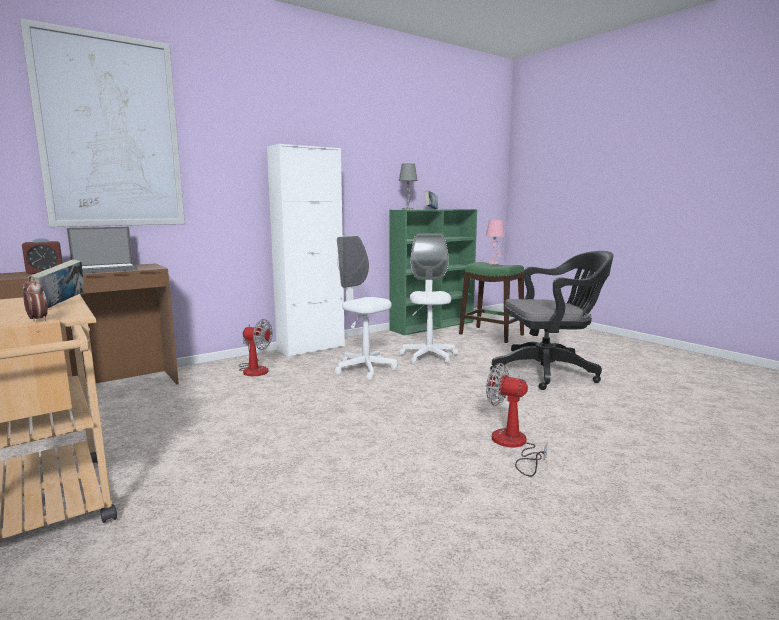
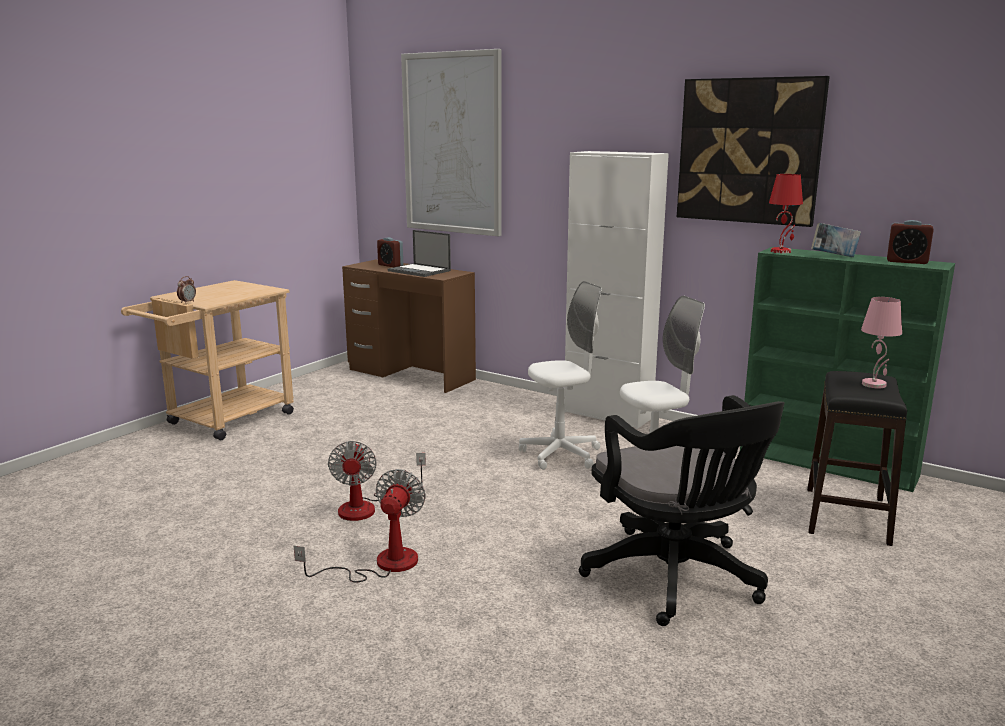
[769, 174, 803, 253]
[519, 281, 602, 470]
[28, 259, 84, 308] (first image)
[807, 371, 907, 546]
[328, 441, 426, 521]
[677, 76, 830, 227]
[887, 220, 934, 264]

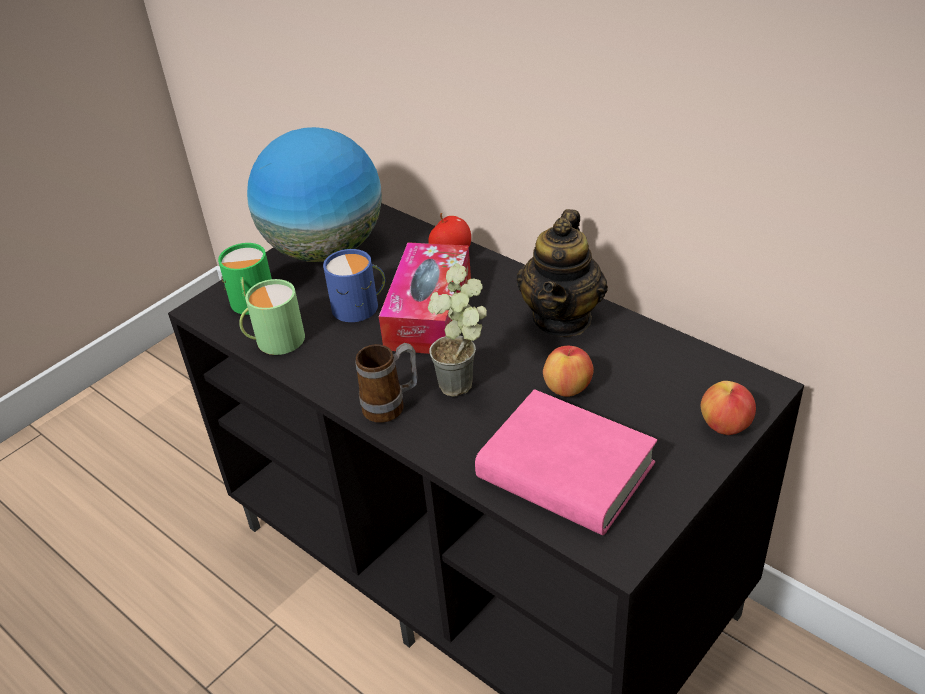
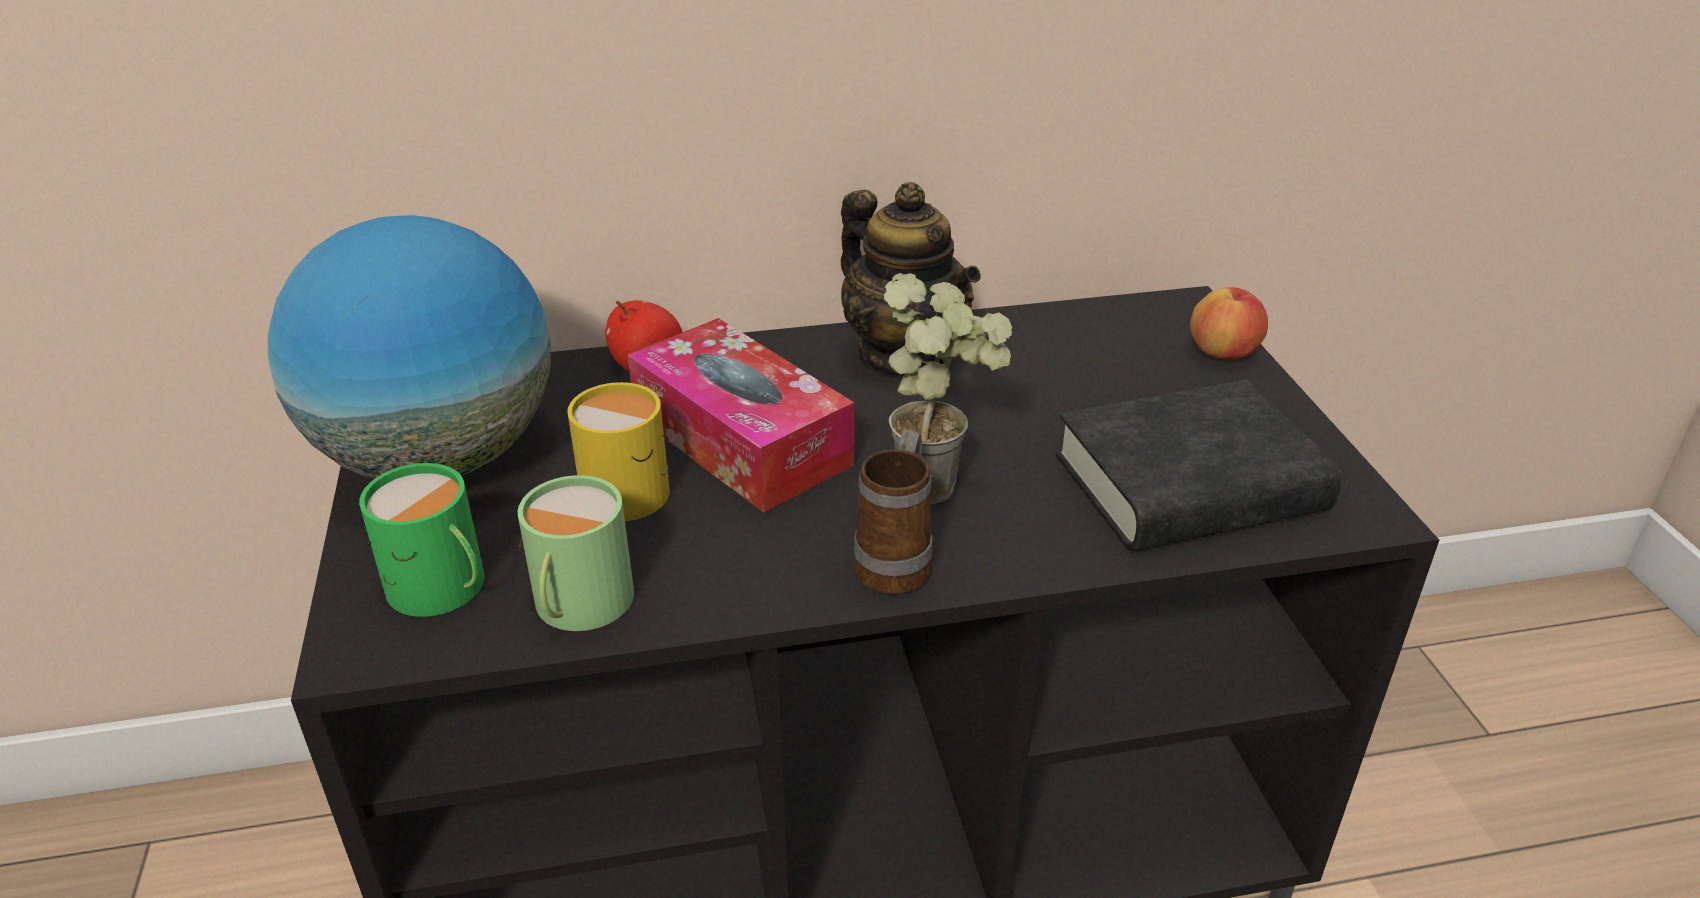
[567, 382, 670, 521]
[543, 346, 594, 397] (first image)
[1056, 380, 1342, 552]

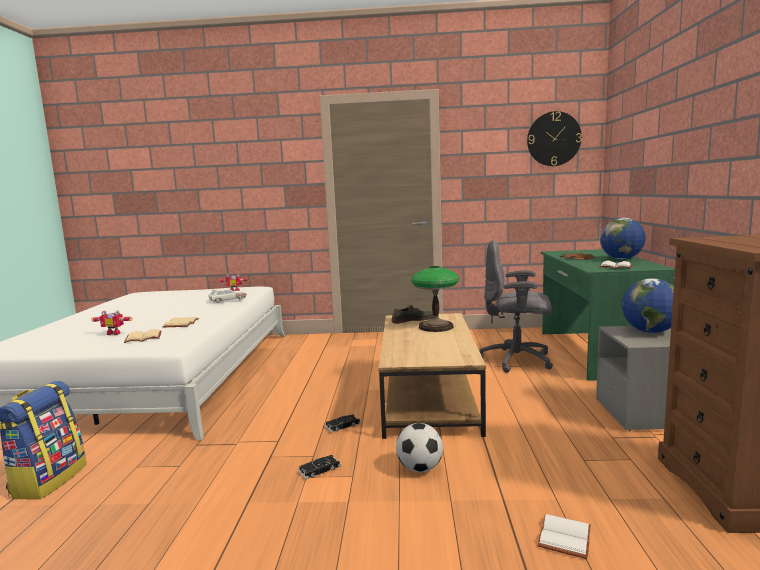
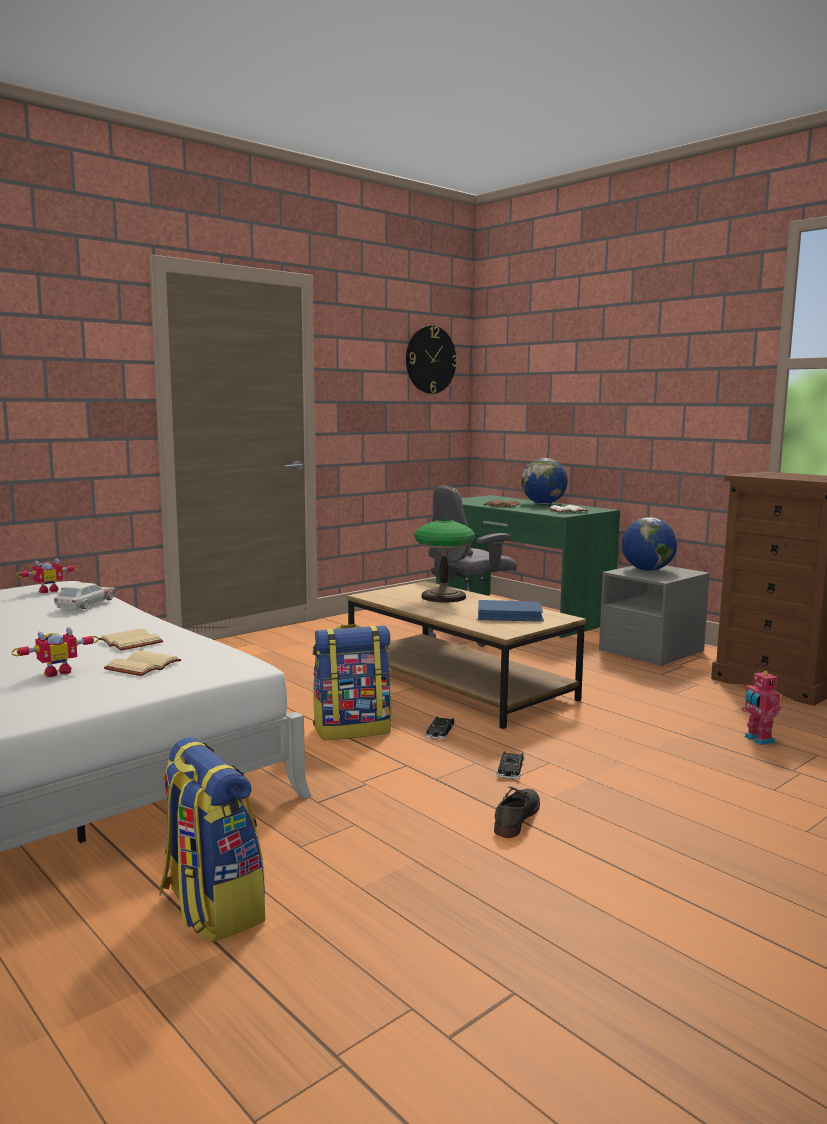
[494, 787, 540, 838]
[396, 423, 443, 472] (first image)
[742, 670, 781, 745]
[478, 600, 544, 622]
[313, 624, 391, 740]

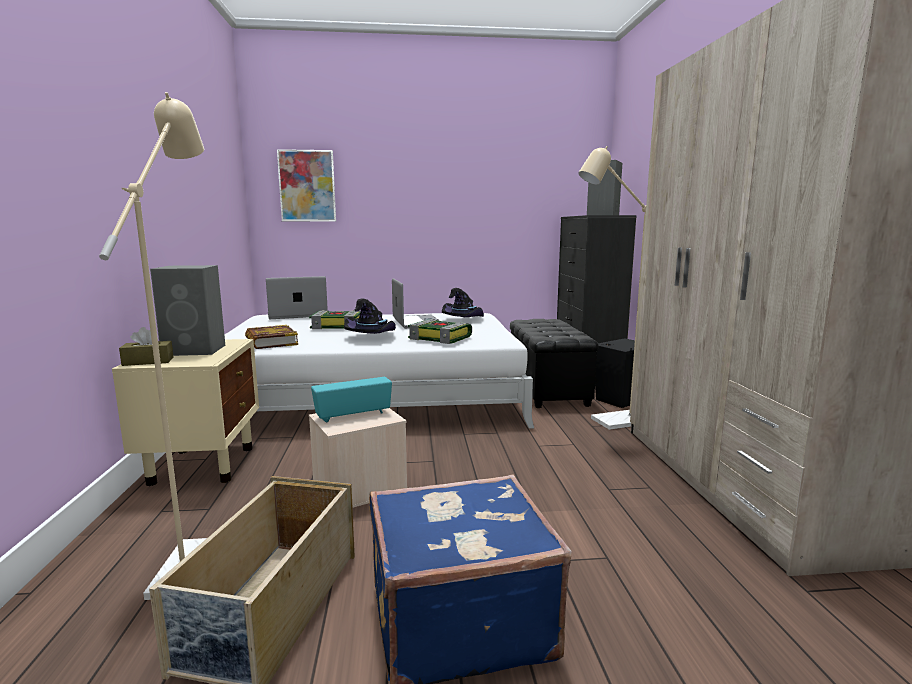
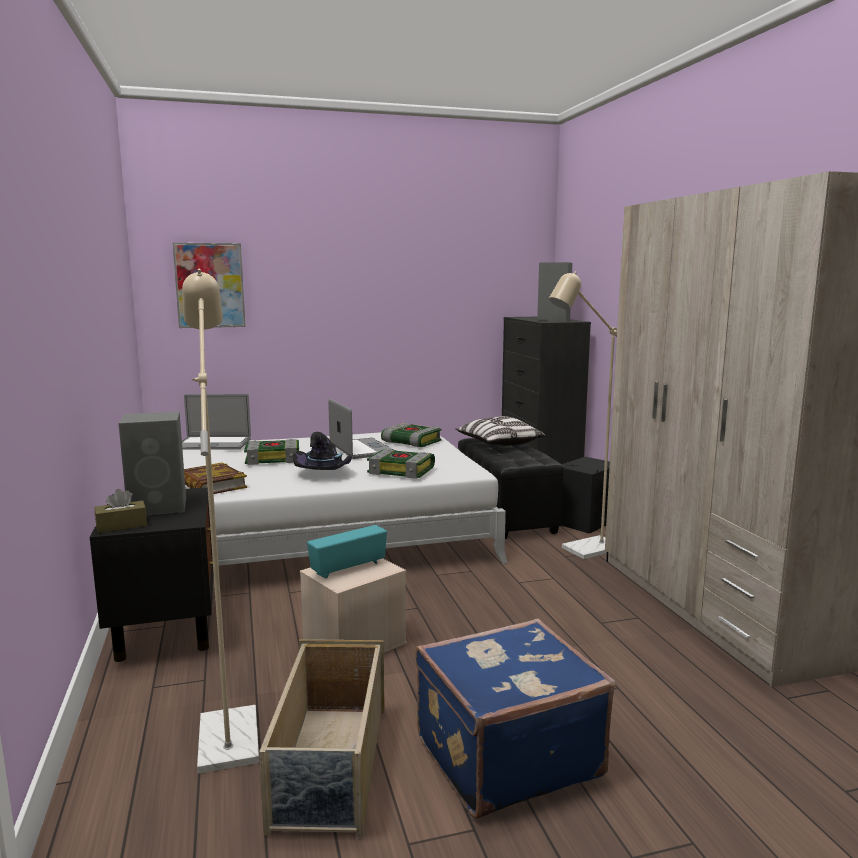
[182, 394, 251, 450]
[381, 423, 441, 447]
[90, 487, 214, 662]
[455, 416, 546, 446]

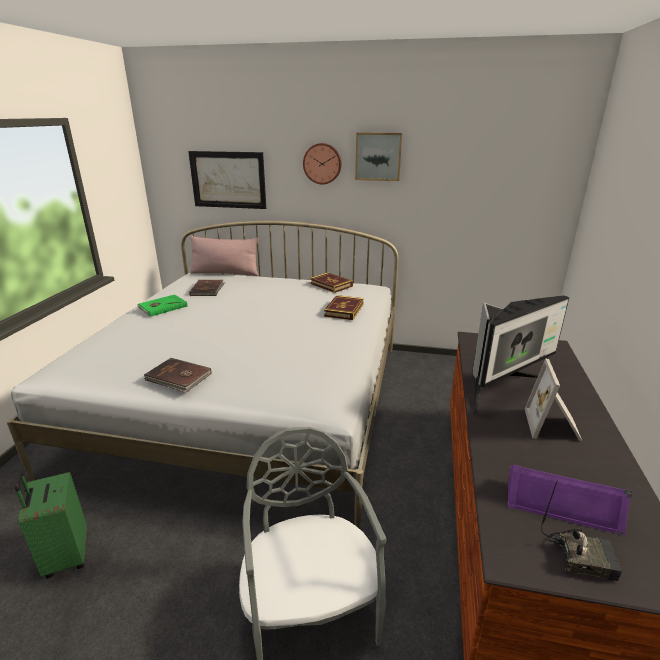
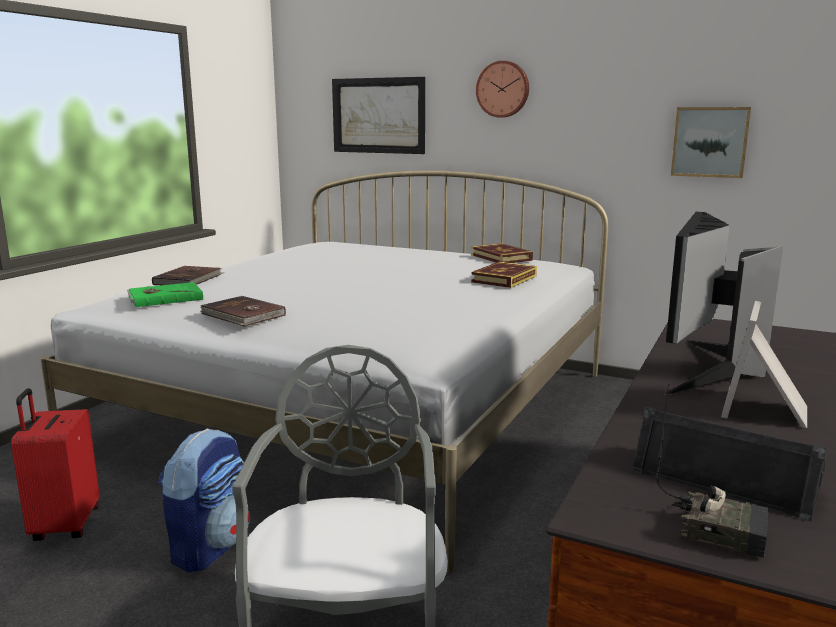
[671, 107, 751, 178]
[190, 236, 259, 276] (first image)
[152, 266, 224, 285]
[127, 282, 203, 307]
[665, 212, 783, 395]
[631, 407, 827, 522]
[11, 388, 99, 541]
[158, 428, 250, 573]

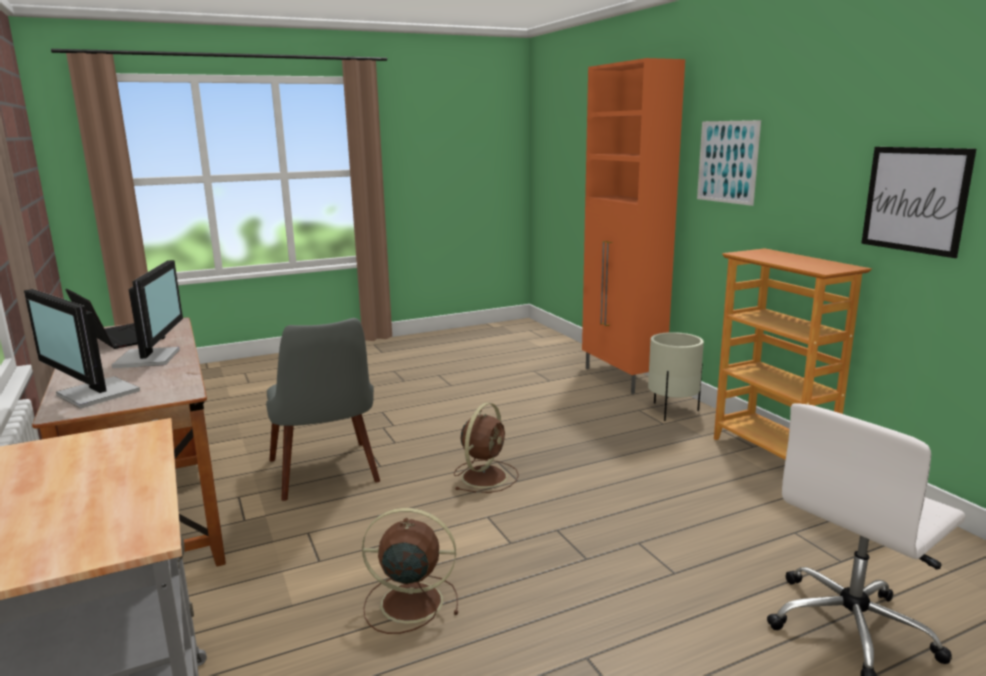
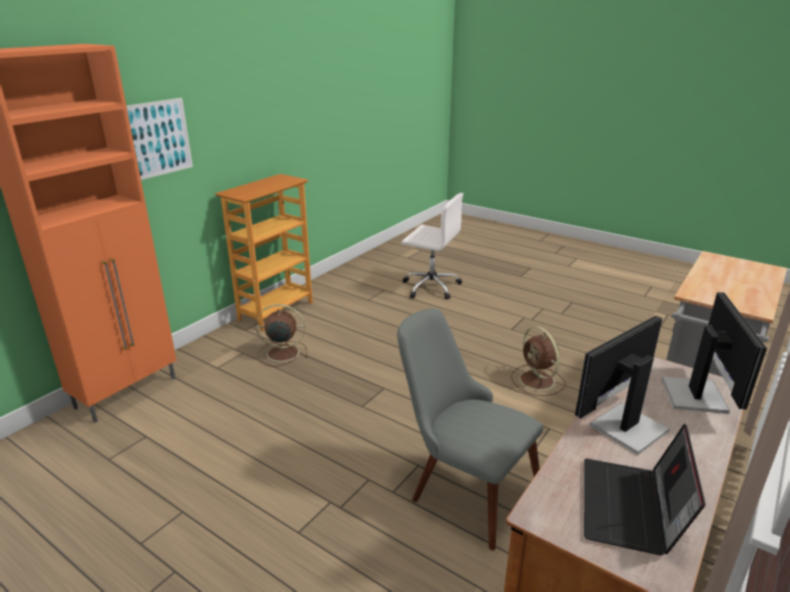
[861, 147, 976, 258] (first image)
[397, 308, 543, 551]
[648, 332, 704, 421] (first image)
[255, 304, 307, 367]

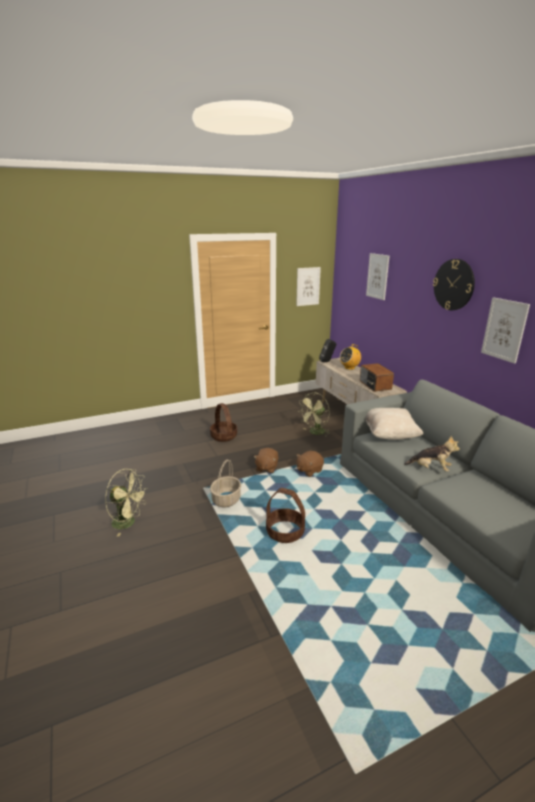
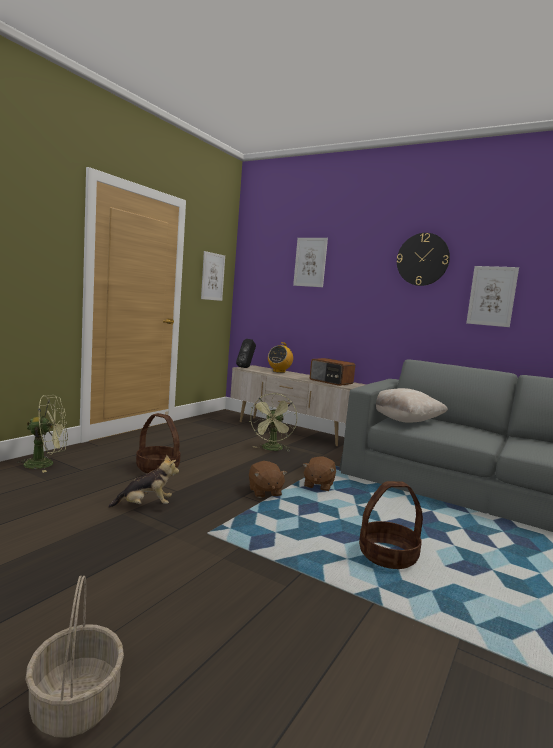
[108, 455, 179, 508]
[25, 575, 124, 738]
[17, 395, 68, 473]

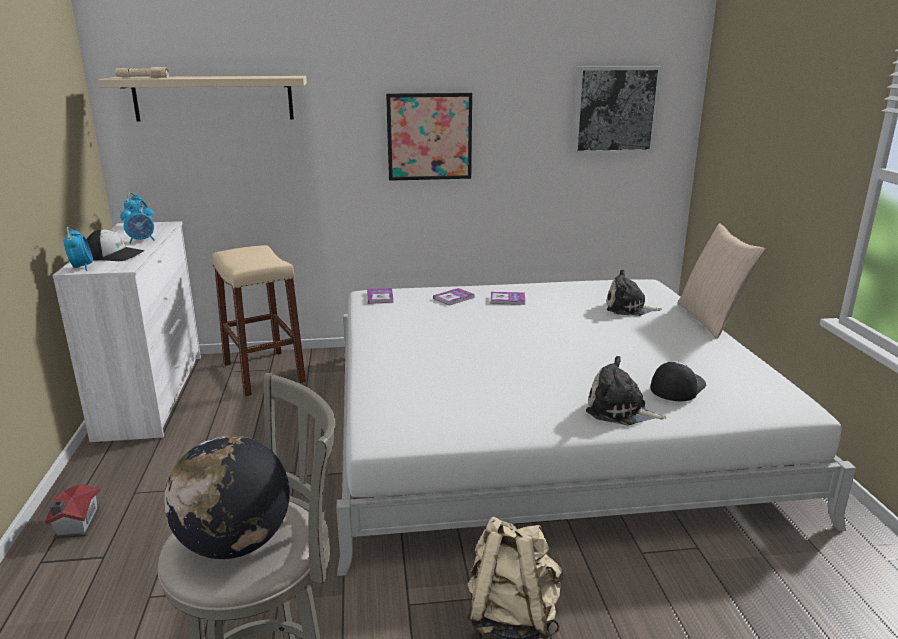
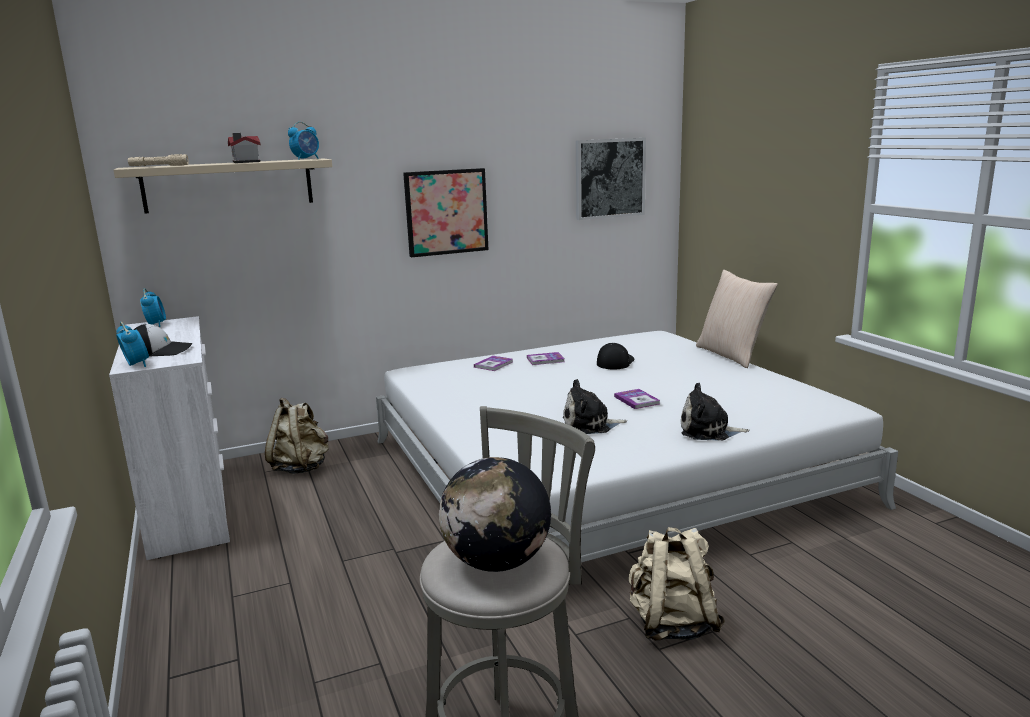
[288, 122, 319, 160]
[265, 398, 329, 474]
[563, 379, 627, 434]
[614, 389, 660, 409]
[597, 342, 635, 369]
[228, 133, 261, 163]

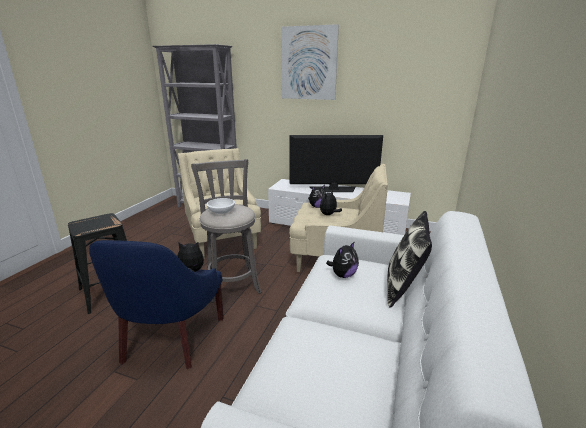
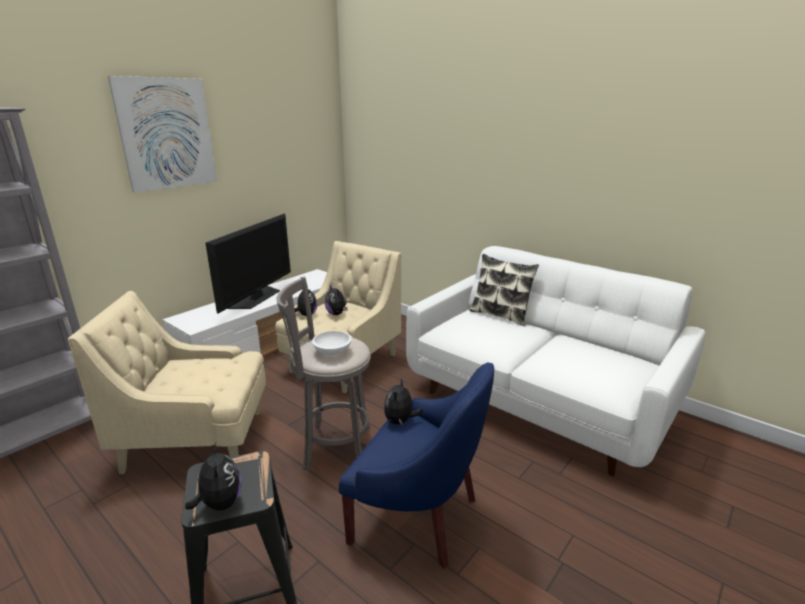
[185, 443, 241, 511]

